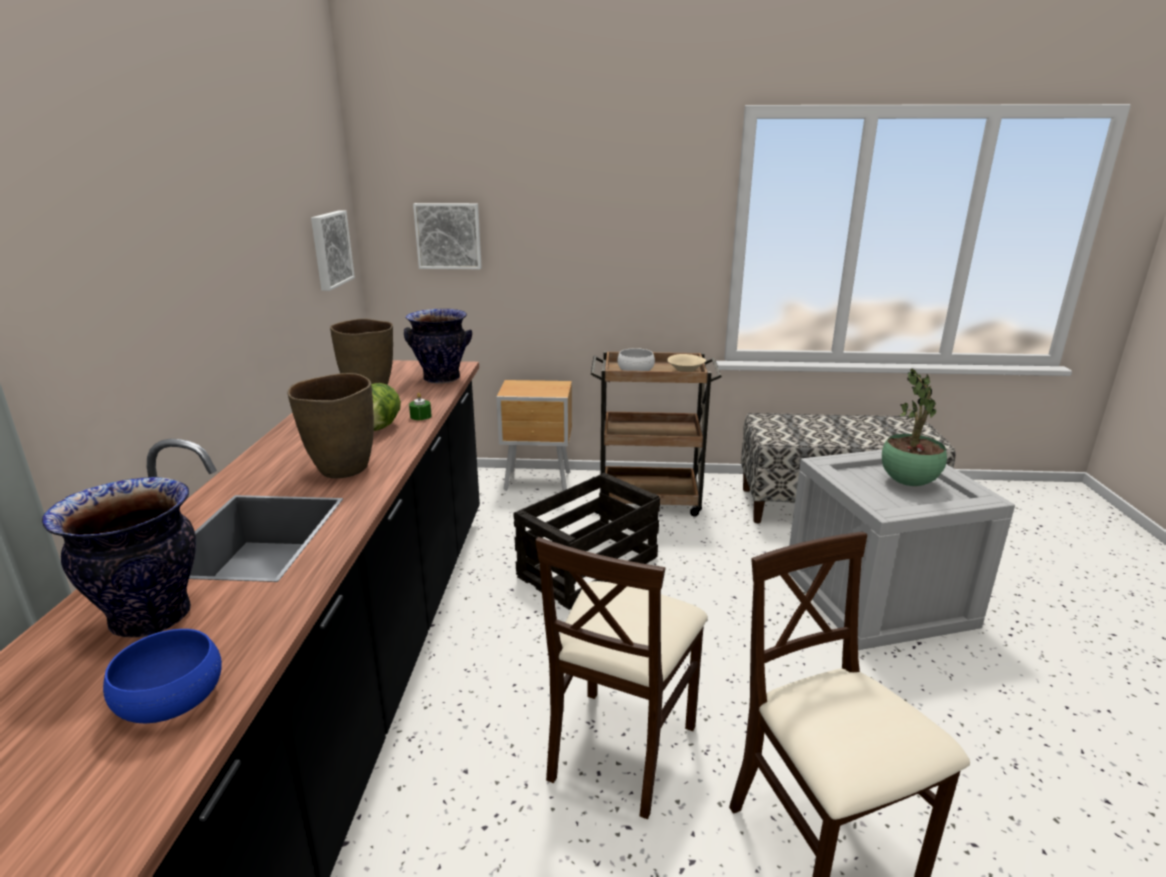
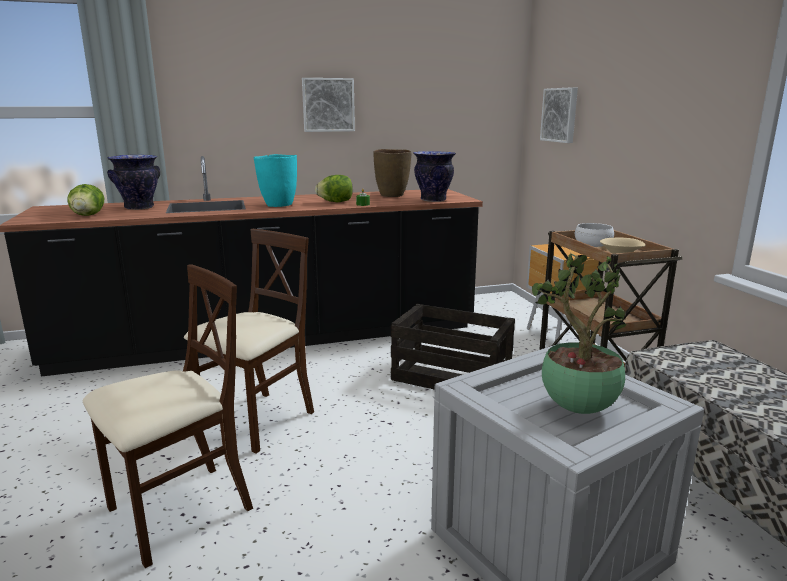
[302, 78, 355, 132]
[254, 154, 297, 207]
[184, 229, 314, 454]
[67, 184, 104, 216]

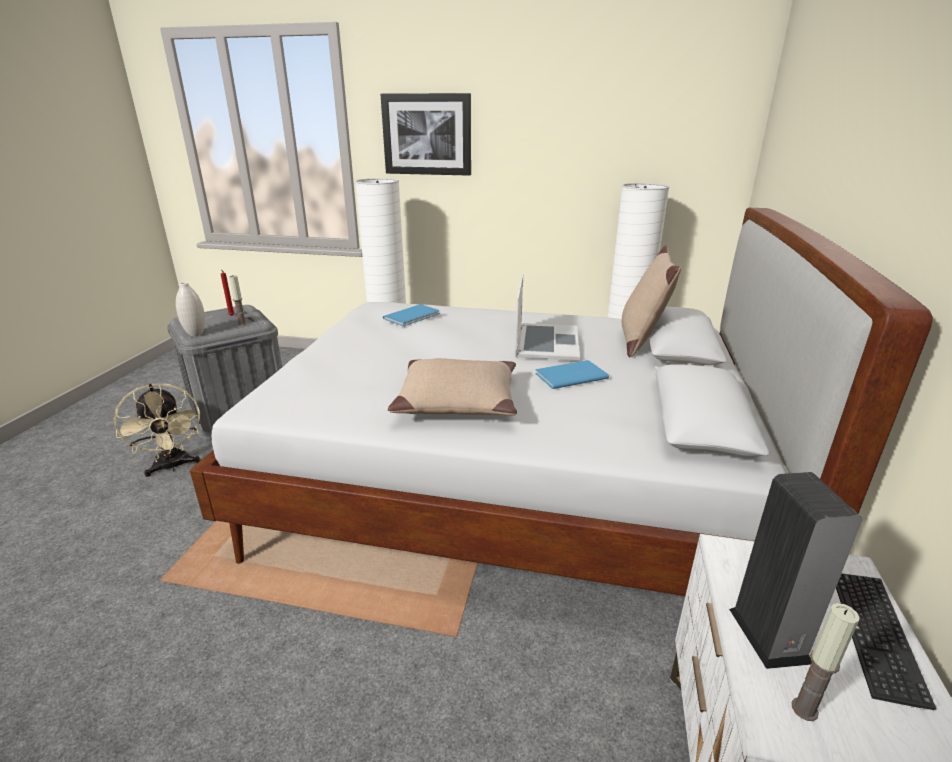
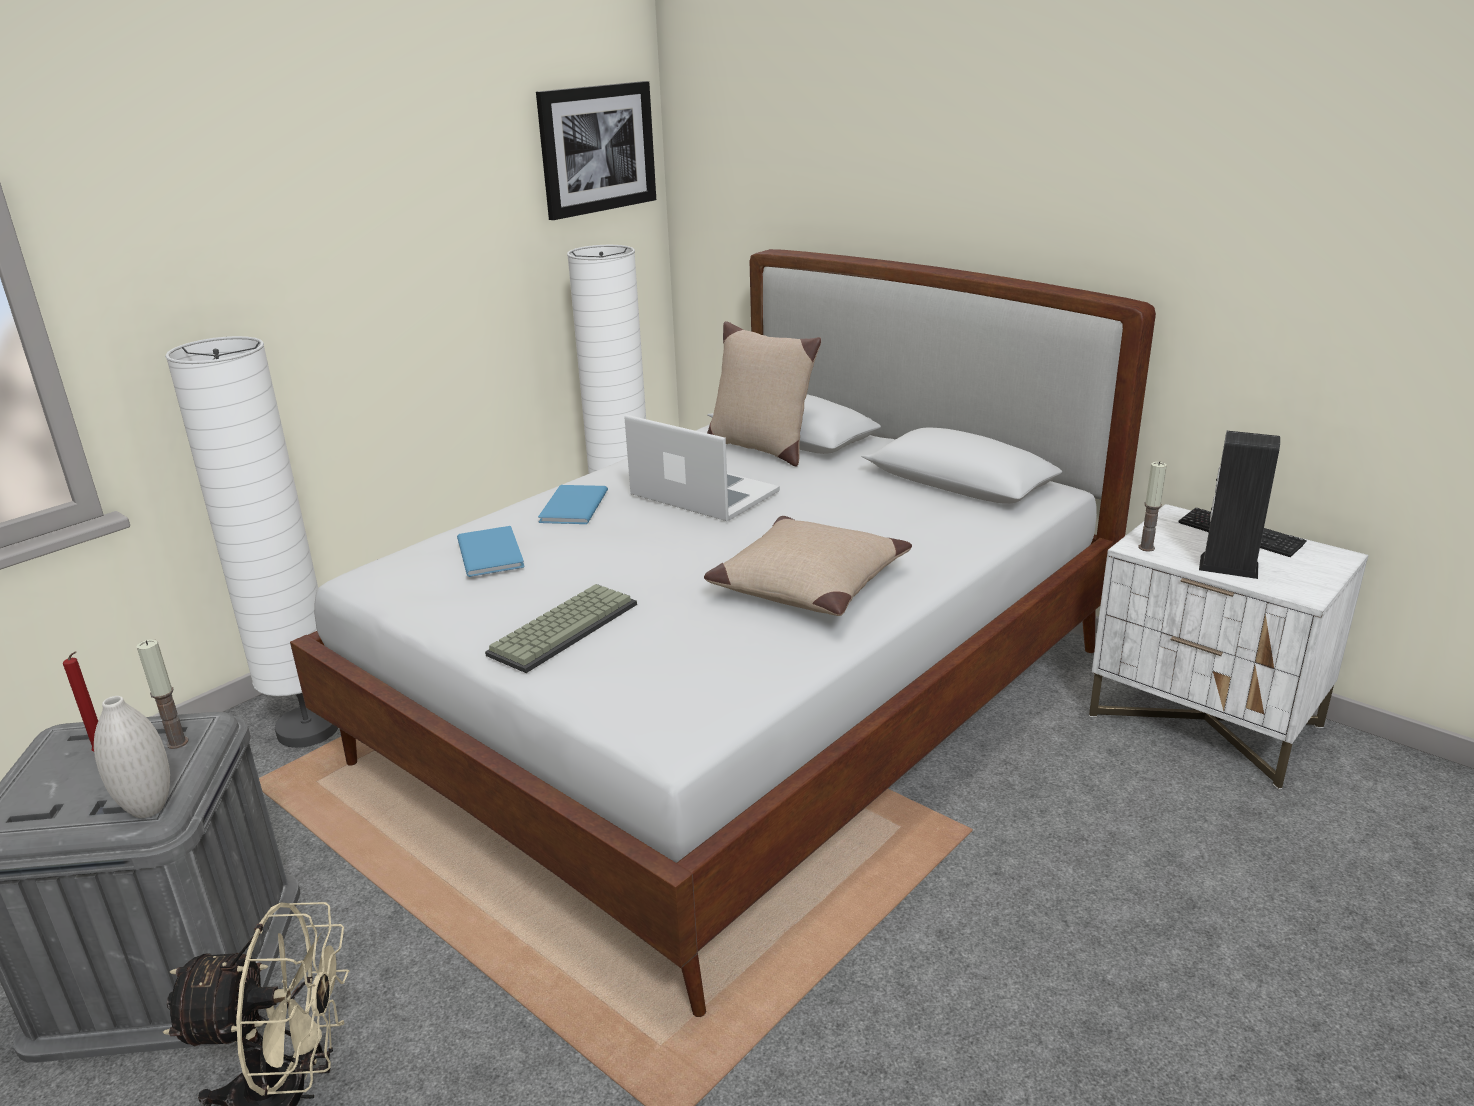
[536, 81, 656, 220]
[538, 485, 608, 524]
[1138, 462, 1167, 551]
[485, 584, 637, 673]

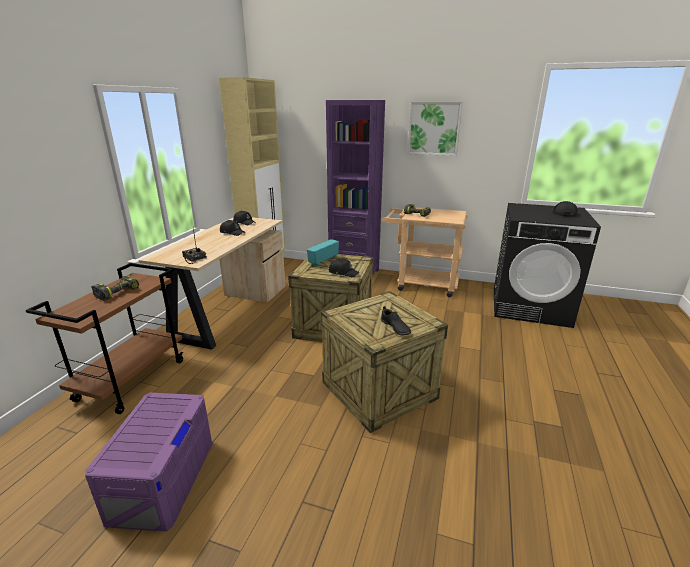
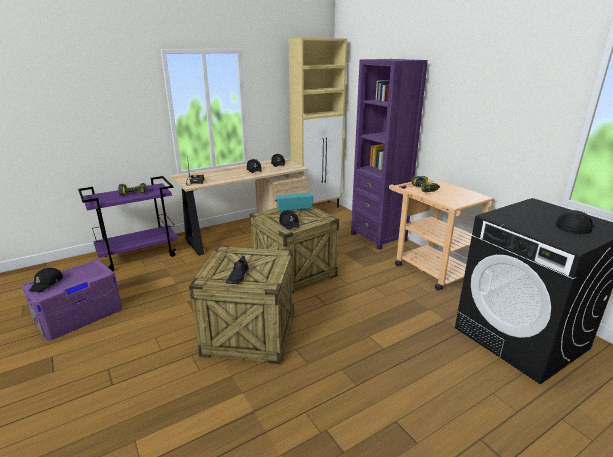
[408, 102, 463, 156] (first image)
[78, 176, 178, 271]
[29, 268, 63, 293]

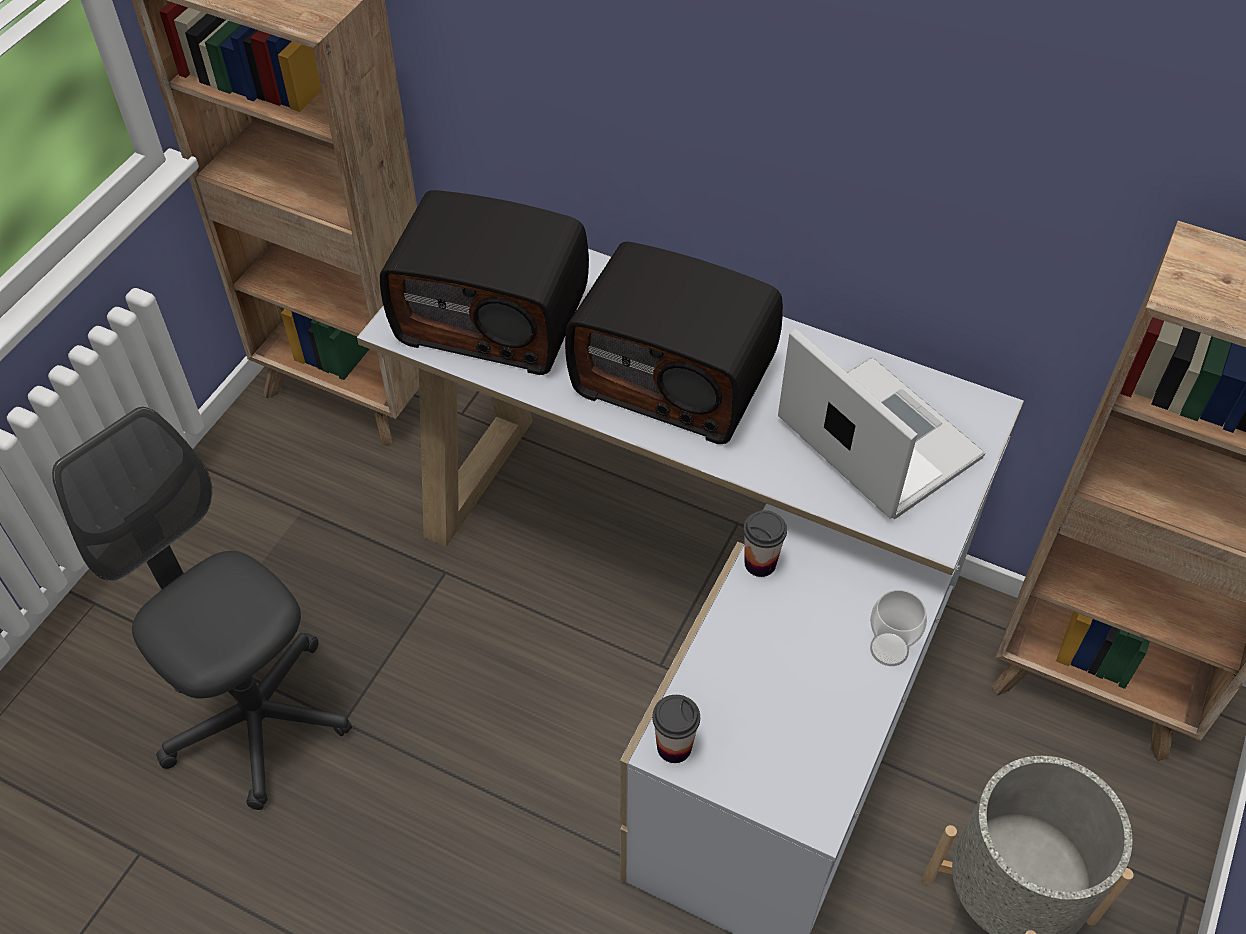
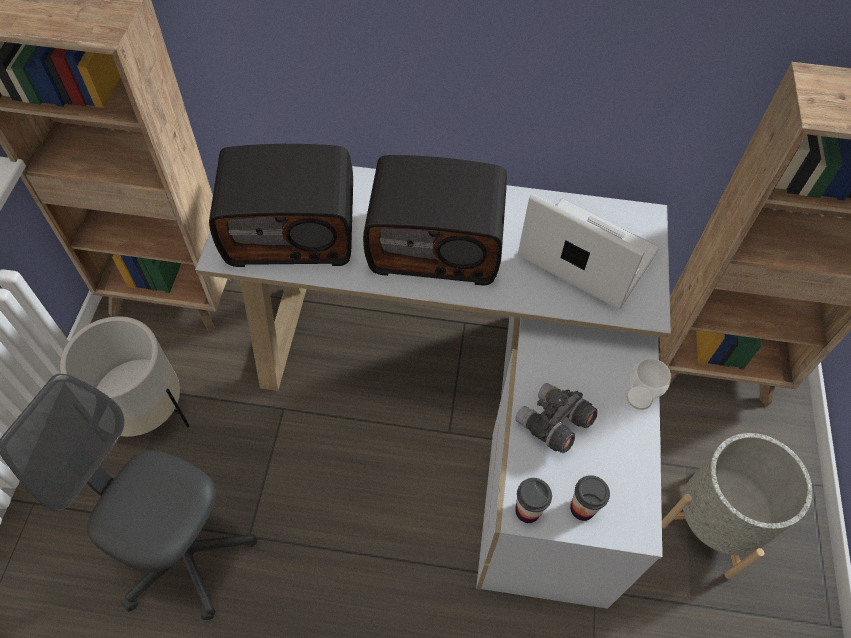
[570, 475, 610, 521]
[60, 316, 190, 437]
[515, 383, 597, 453]

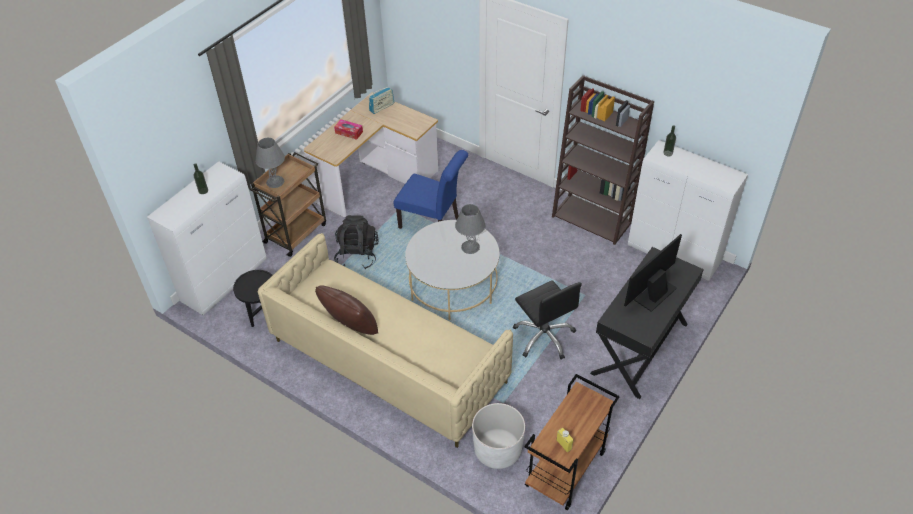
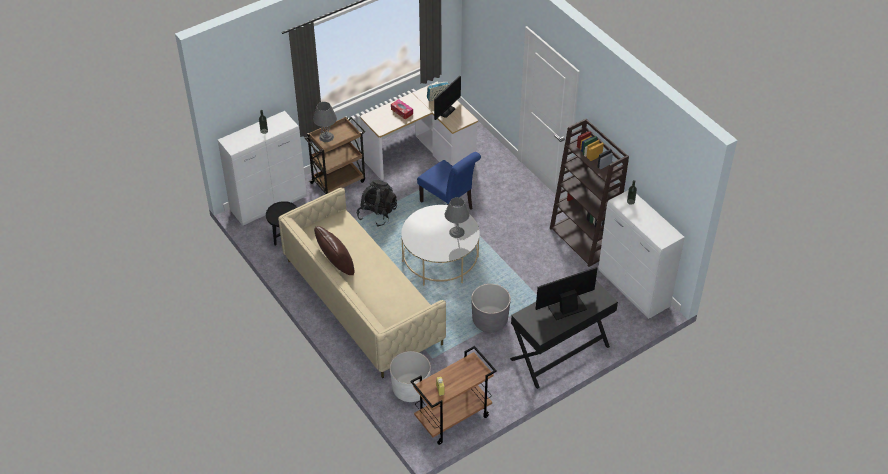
[471, 284, 511, 332]
[434, 76, 461, 120]

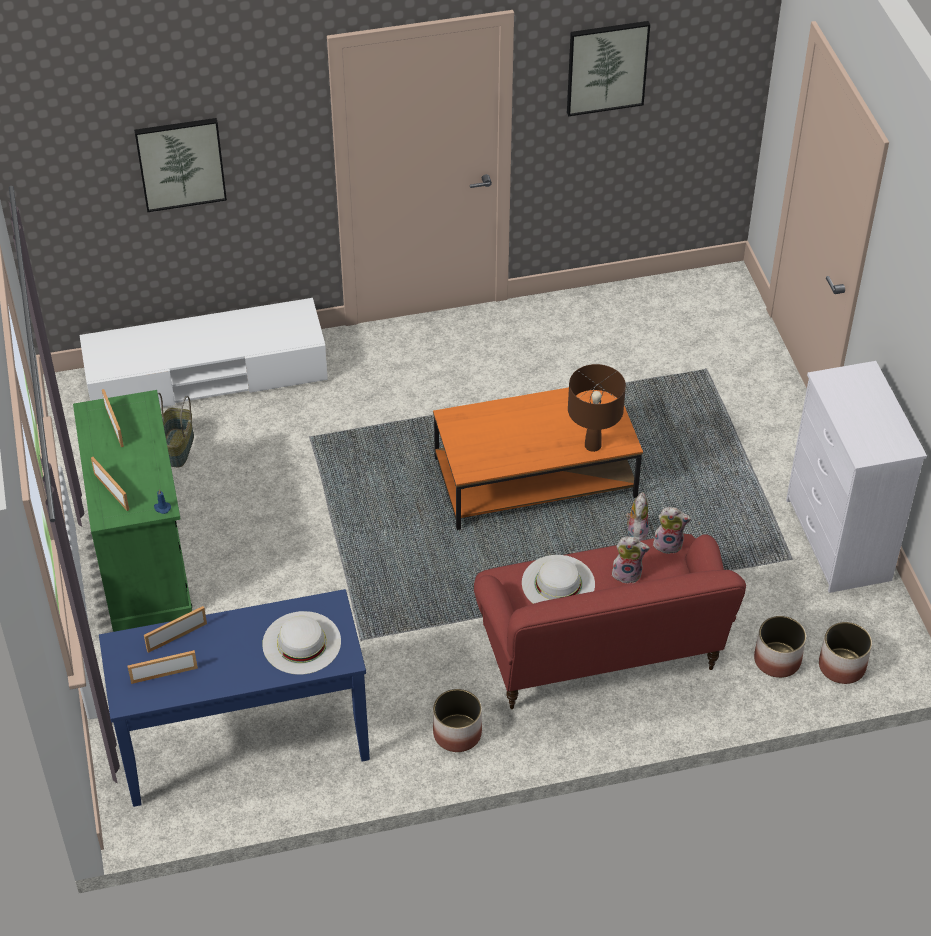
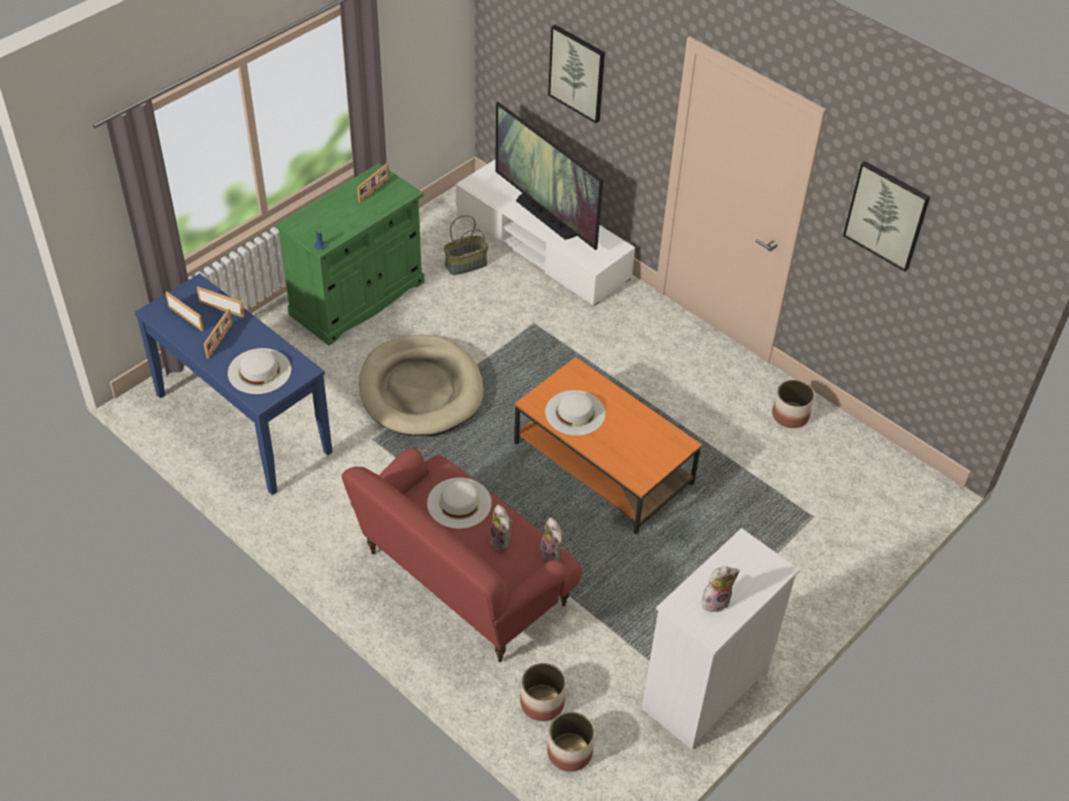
[568, 364, 626, 452] (first image)
[204, 309, 232, 359]
[702, 566, 740, 612]
[772, 380, 815, 428]
[495, 102, 603, 250]
[359, 335, 484, 436]
[545, 390, 606, 436]

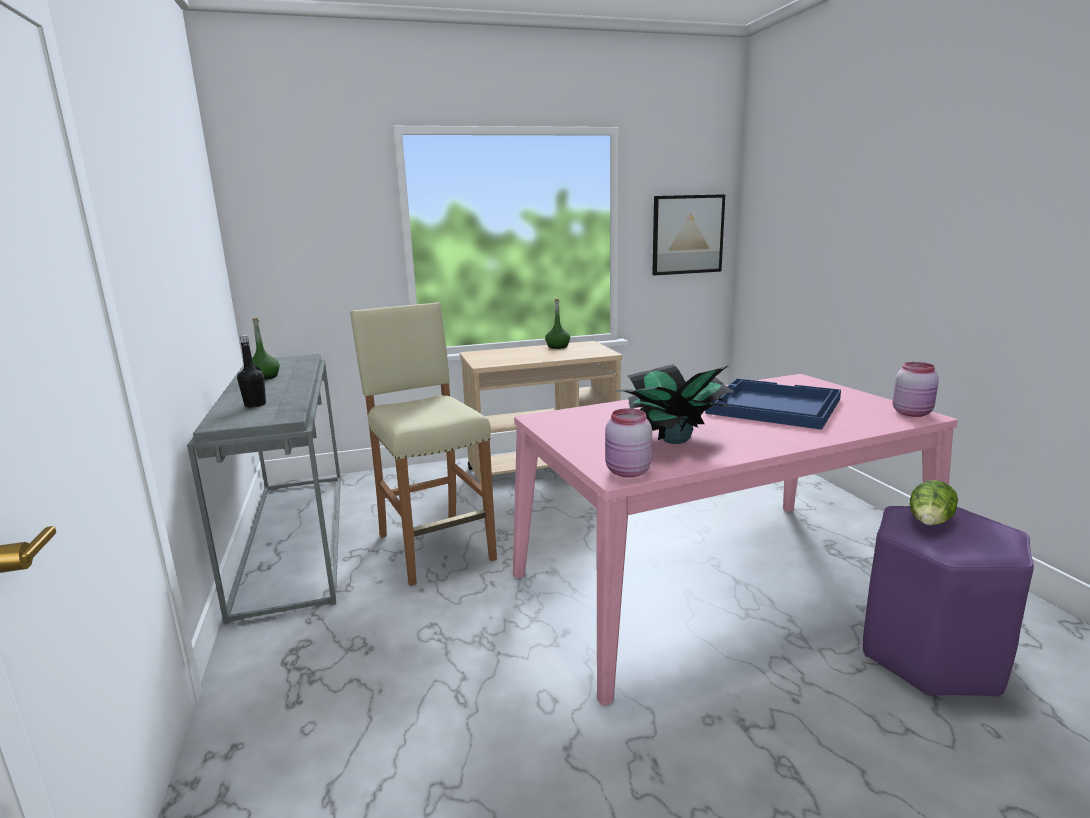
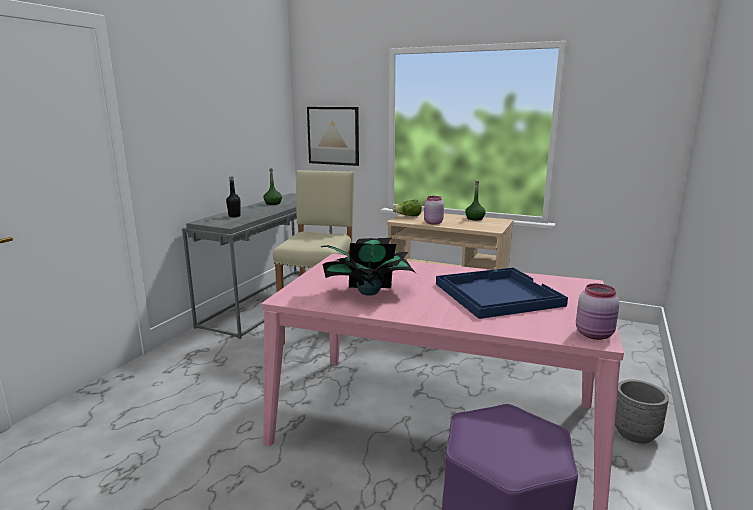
[307, 107, 359, 166]
[424, 196, 444, 225]
[393, 200, 422, 216]
[615, 379, 669, 444]

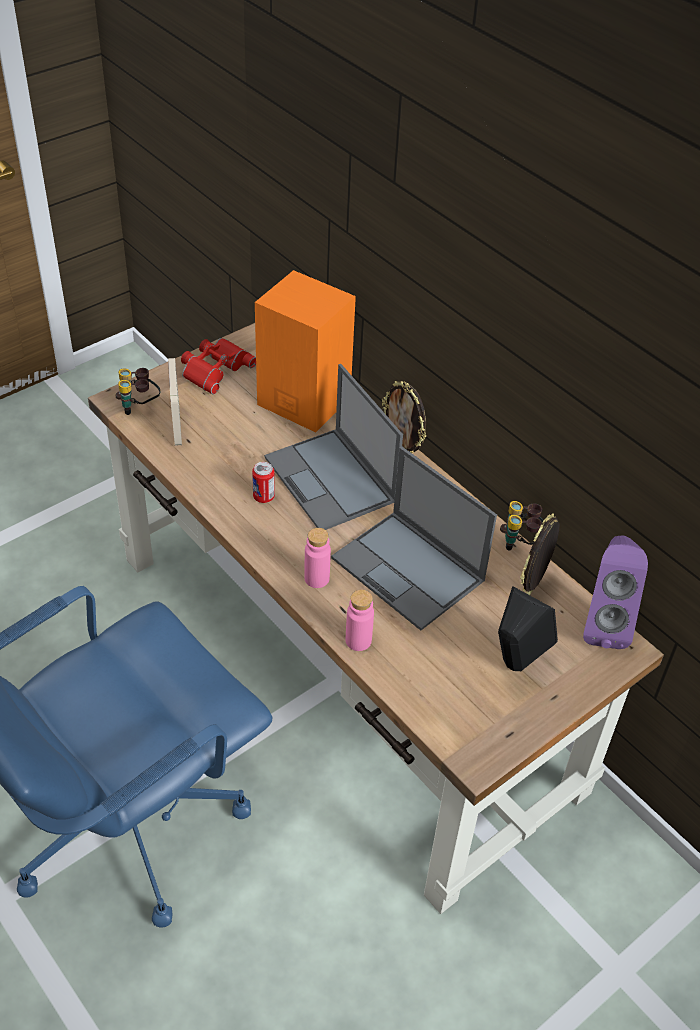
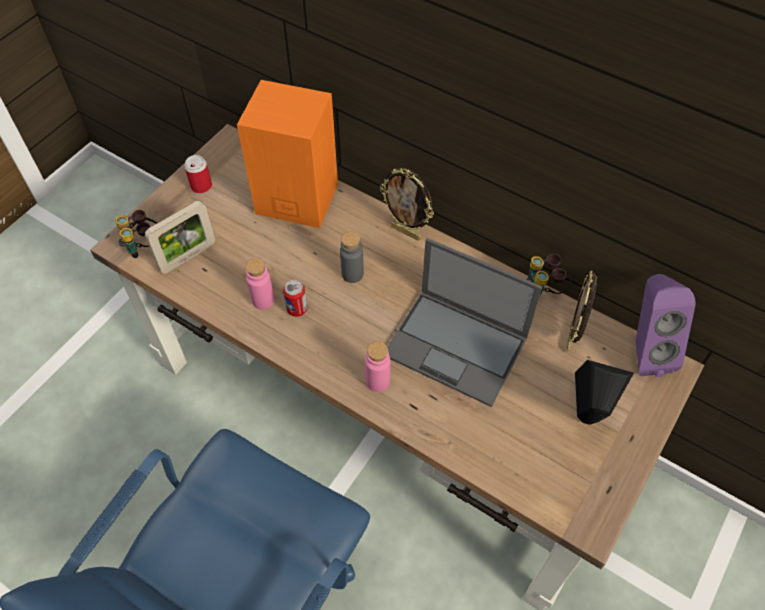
[184, 155, 212, 194]
[145, 200, 215, 274]
[340, 232, 364, 283]
[246, 258, 274, 310]

